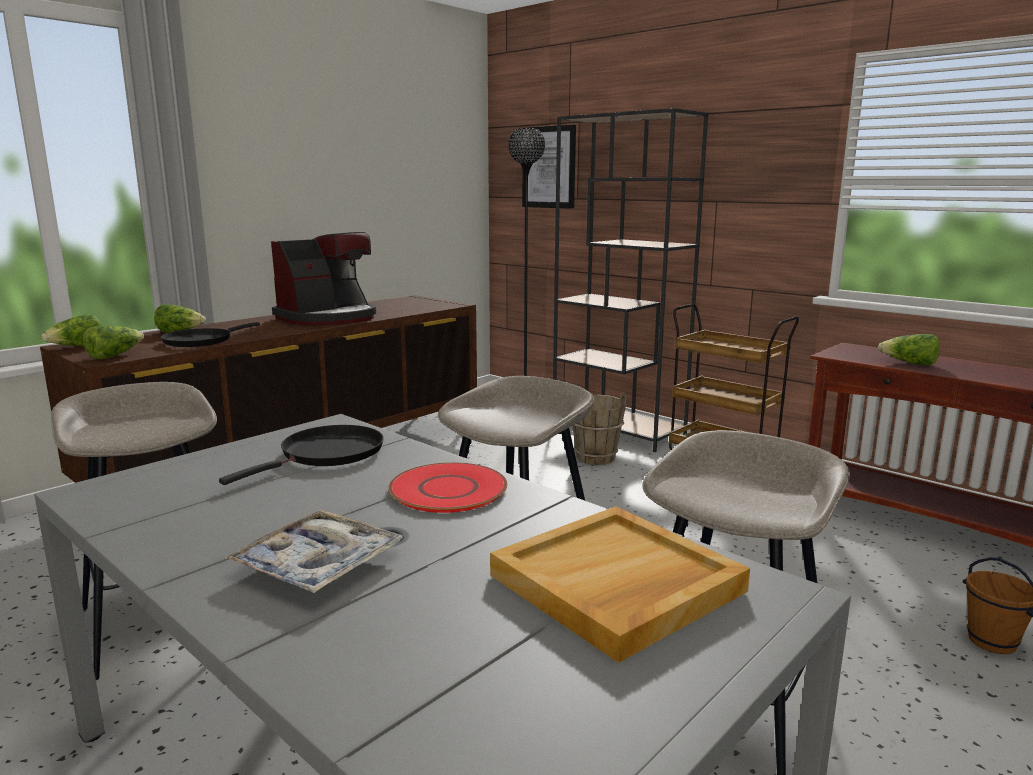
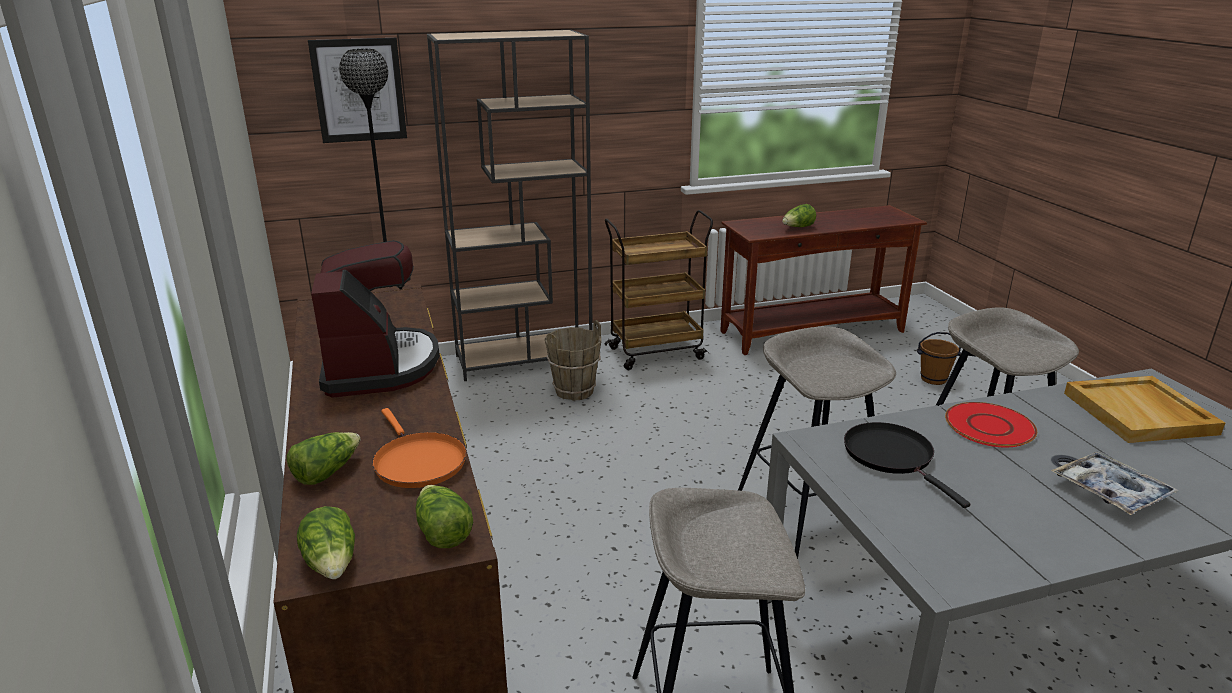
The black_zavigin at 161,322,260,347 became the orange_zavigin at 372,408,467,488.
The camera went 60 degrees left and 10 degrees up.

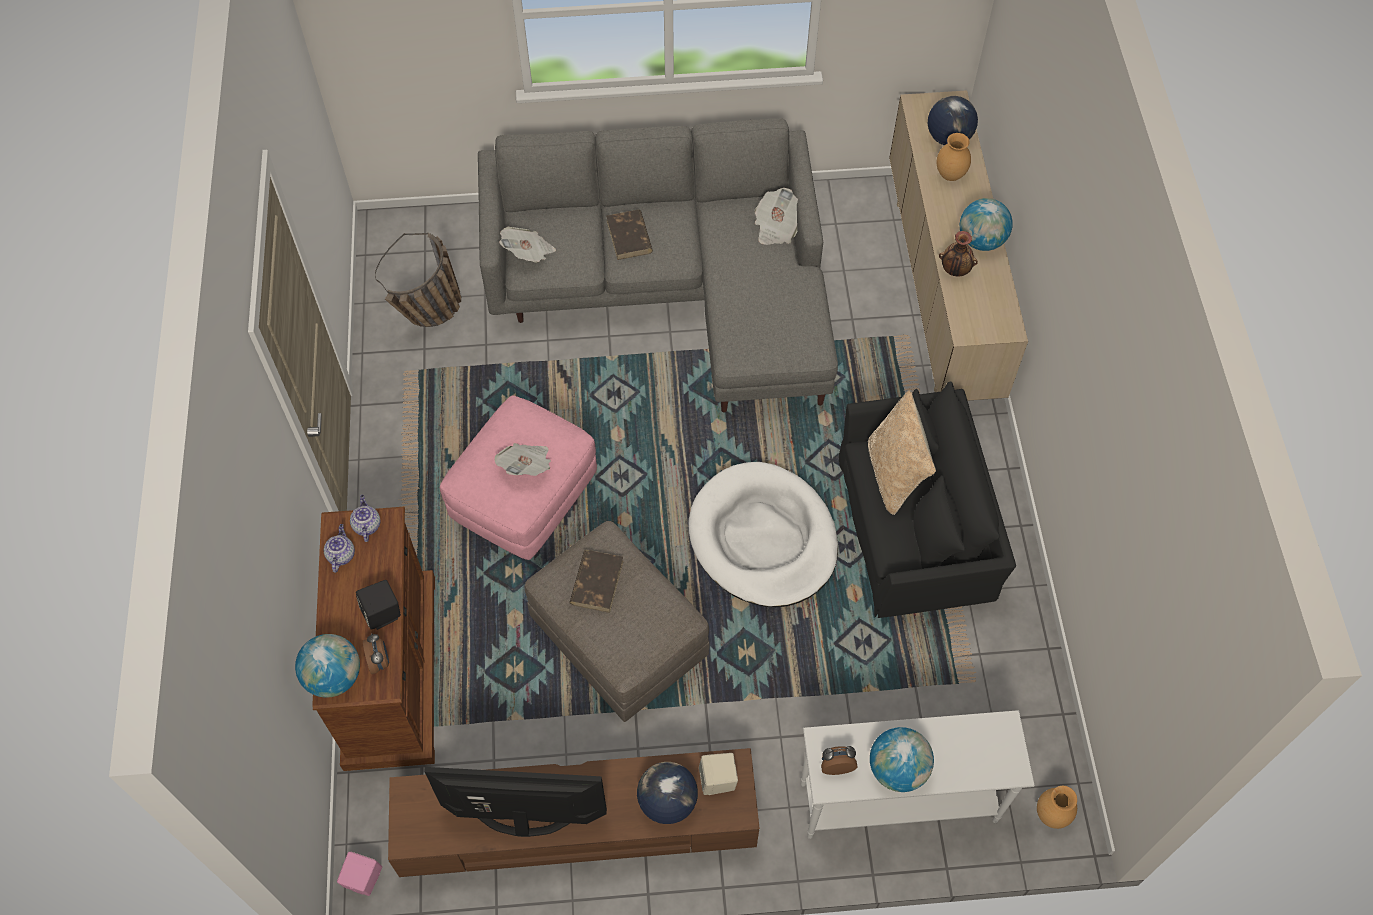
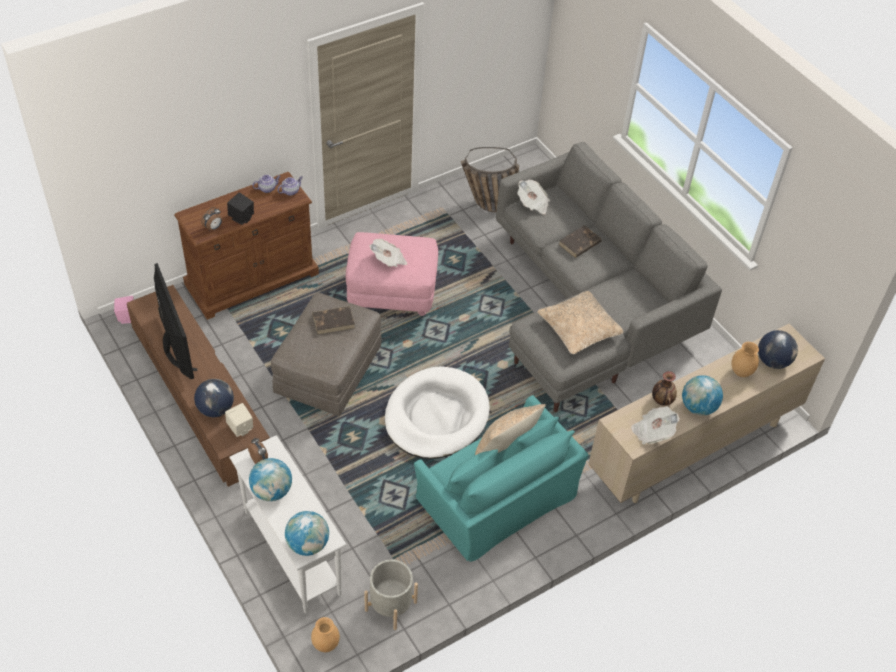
The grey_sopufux at 364,560,418,630 appeared.
The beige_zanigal at 537,291,623,354 appeared.
The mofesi moved from 295,634,360,697 to 285,511,329,556.
The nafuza moved from 755,188,798,245 to 631,407,680,445.
The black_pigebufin at 839,381,1016,618 became the turquoise_pigebufin at 414,395,589,562.
The camera went 60 degrees right and 10 degrees down.

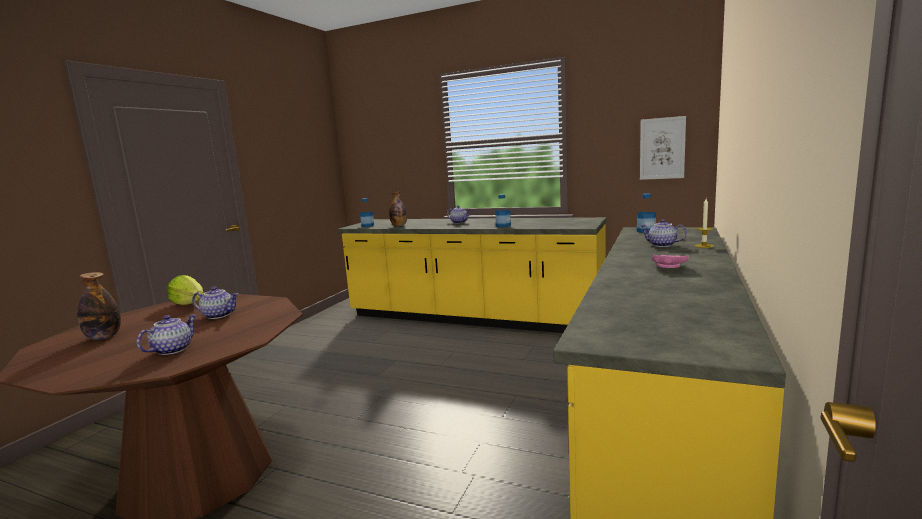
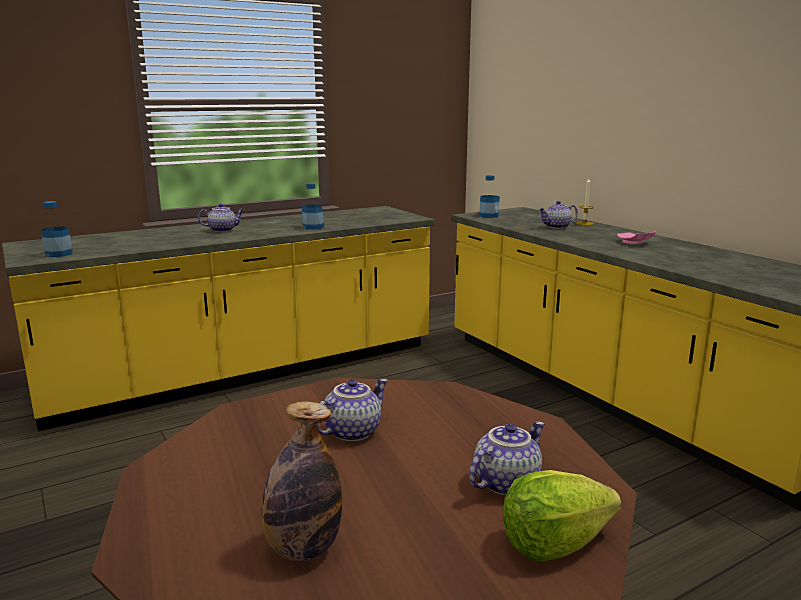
The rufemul at 389,192,407,226 disappeared.
The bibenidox at 640,116,686,180 disappeared.
The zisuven moved from 167,275,204,305 to 503,470,621,561.
The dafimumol at 137,315,197,355 turned 75 degrees clockwise.
The camera went 55 degrees left and 5 degrees up.

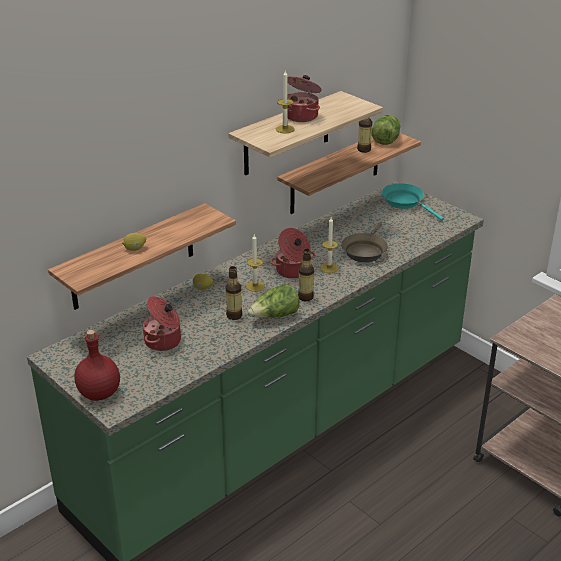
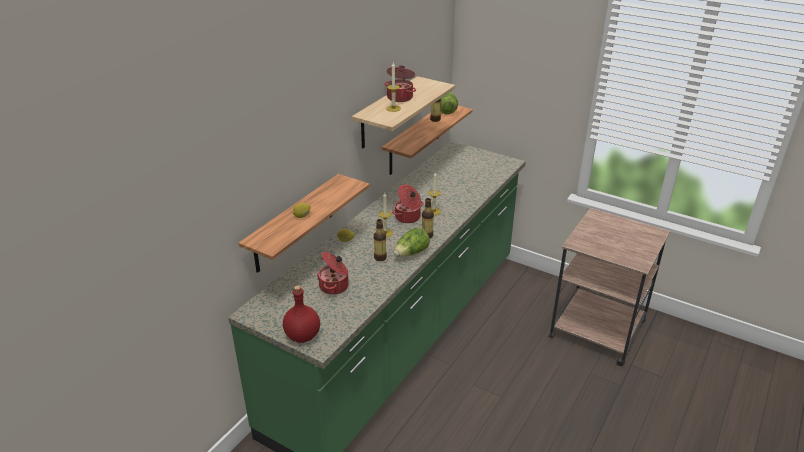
The brown_zavigin at 341,222,388,262 disappeared.
The turquoise_zavigin at 382,183,444,220 disappeared.
The camera went 15 degrees left and 0 degrees up.

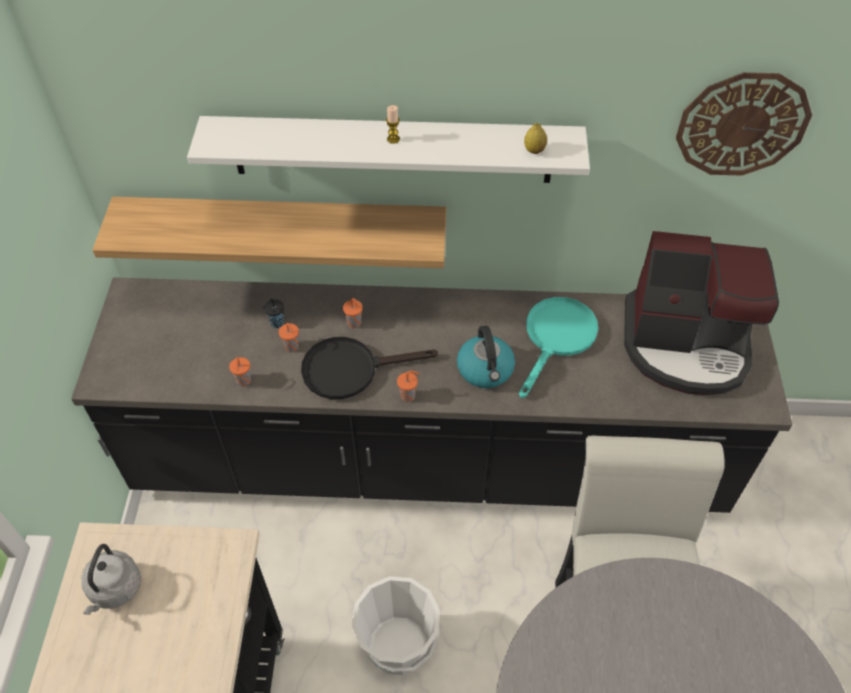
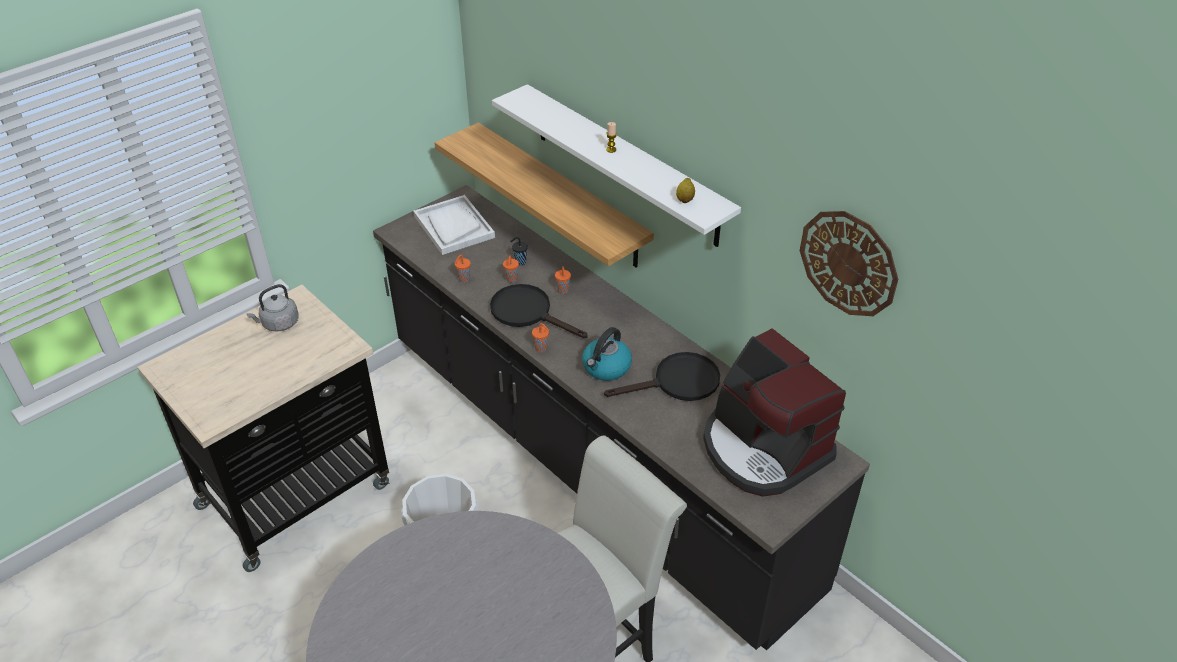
The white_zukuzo at 413,195,495,255 appeared.
The turquoise_zavigin at 519,297,598,398 became the black_zavigin at 604,352,720,401.
The camera went 45 degrees right and 10 degrees down.

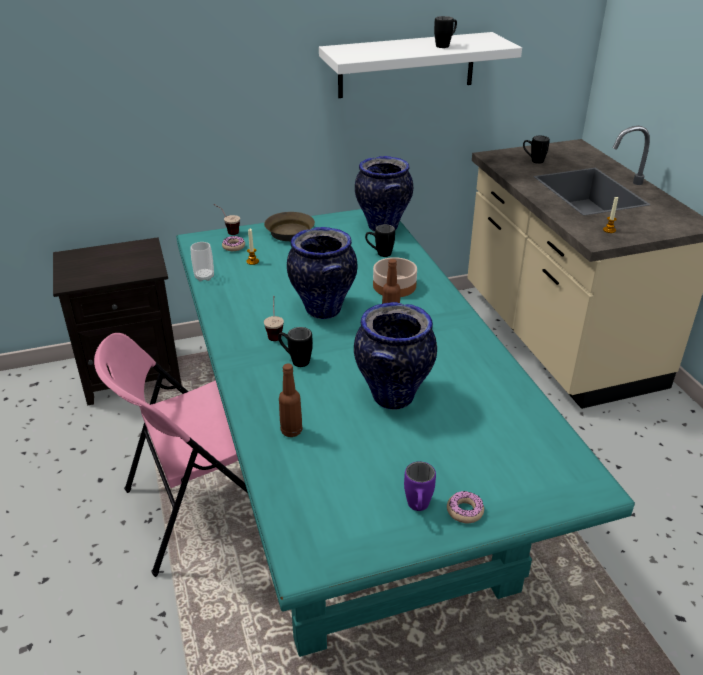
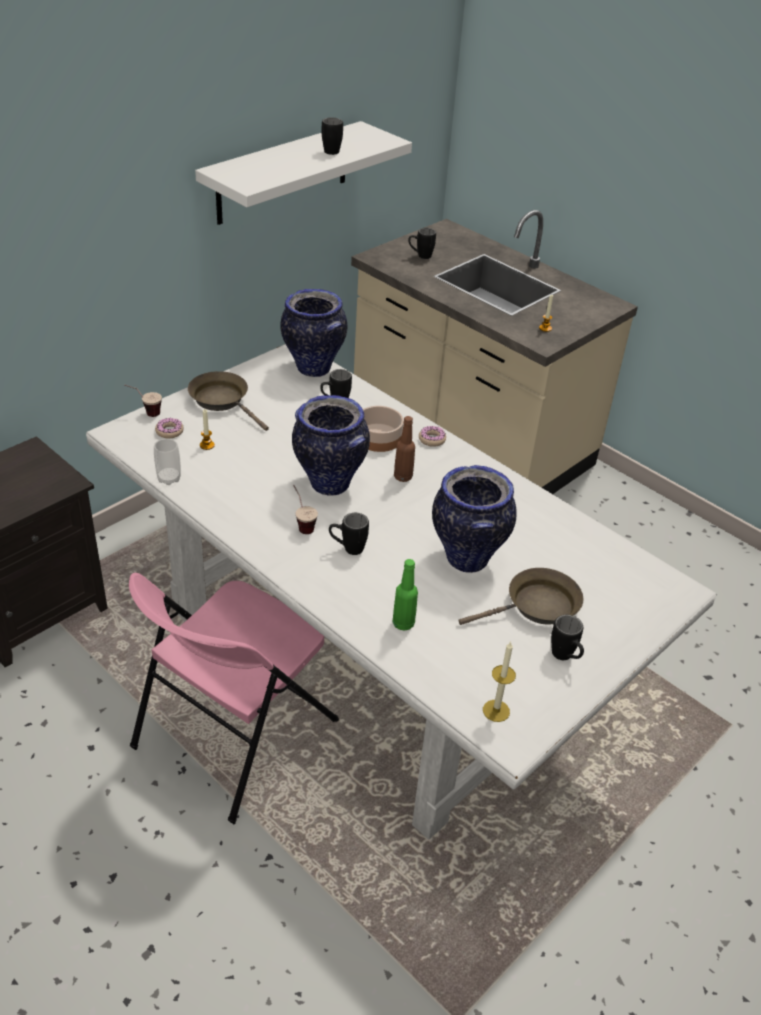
The brown_zavigin at 459,568,583,625 appeared.
The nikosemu at 483,642,516,722 appeared.
The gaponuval moved from 447,491,484,523 to 419,426,446,447.
The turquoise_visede at 176,209,635,657 became the white_visede at 86,344,717,839.
The brown_rufemul at 279,363,302,437 became the green_rufemul at 393,559,418,631.
The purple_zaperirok at 404,462,436,511 became the black_zaperirok at 551,615,584,660.
The camera went 30 degrees left and 5 degrees up.

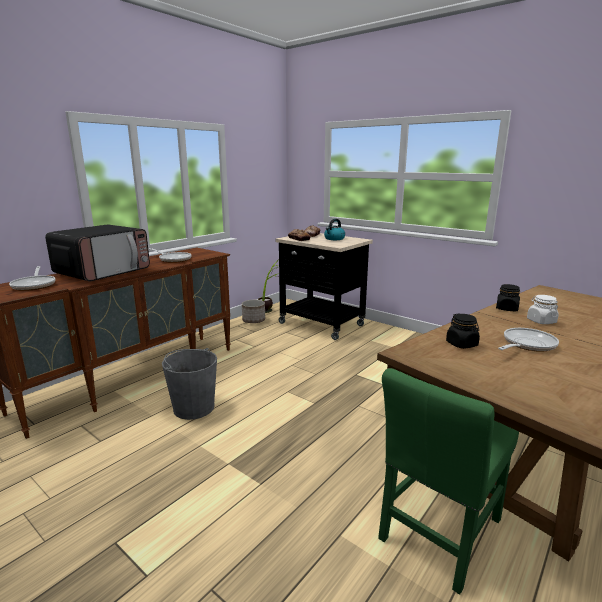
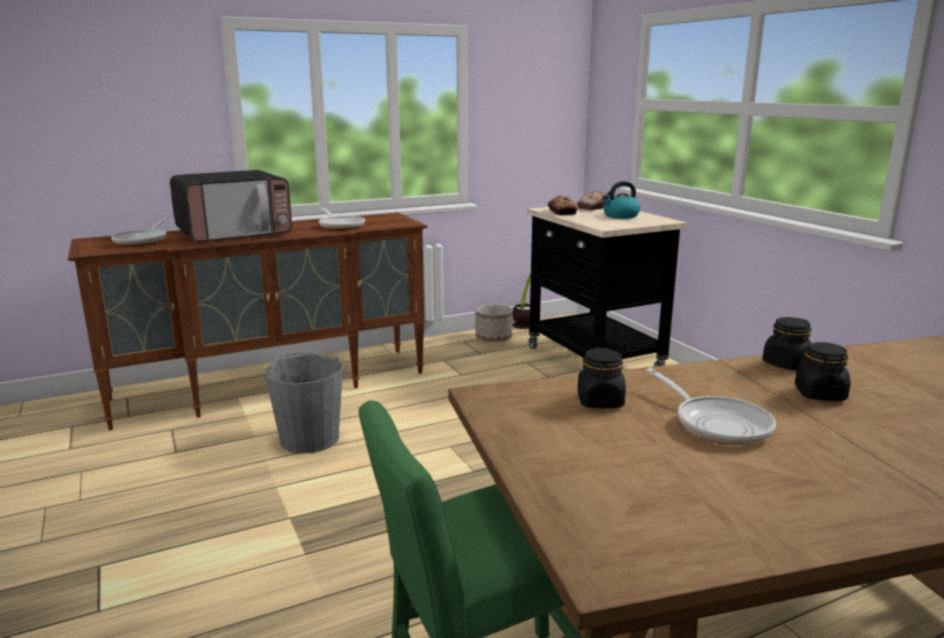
The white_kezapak at 527,295,559,324 became the black_kezapak at 795,342,851,401.
The zavigin at 498,328,559,352 turned 75 degrees clockwise.
The camera went 25 degrees right and 0 degrees up.

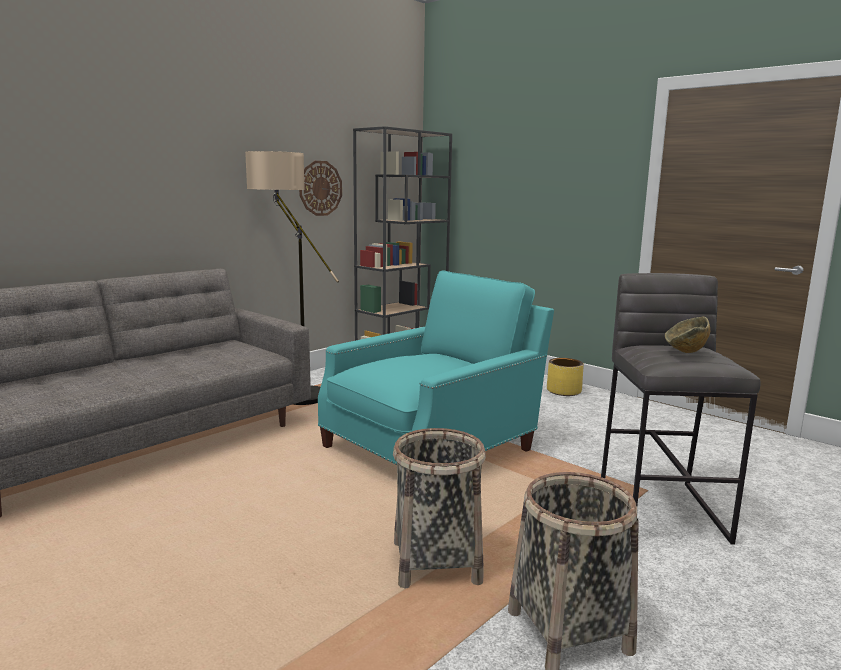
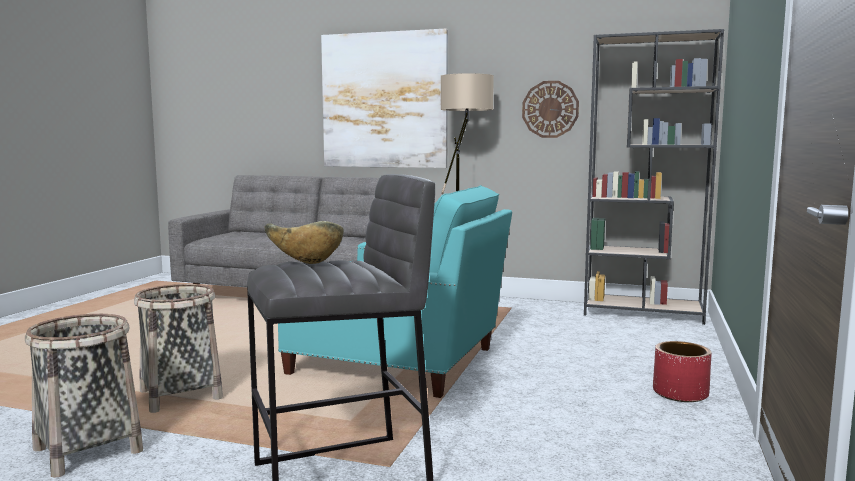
The bibenidox at 321,29,448,168 appeared.
The yellow_sopufux at 547,358,584,396 became the red_sopufux at 653,341,712,402.
The camera went 65 degrees right and 5 degrees down.

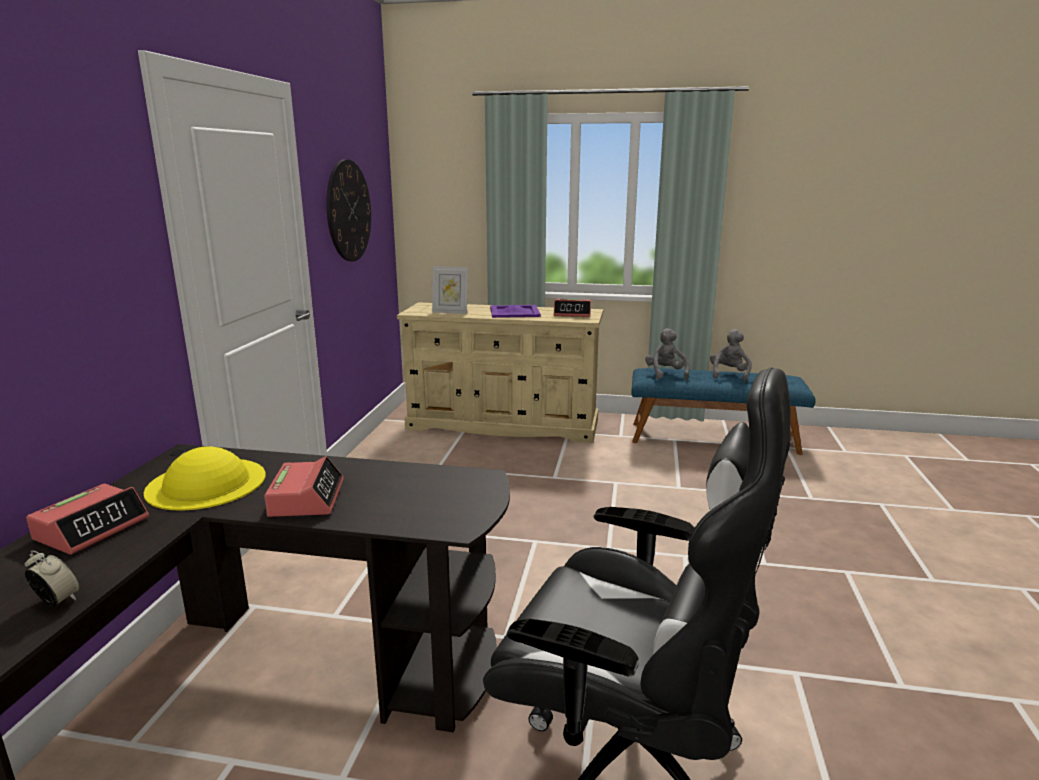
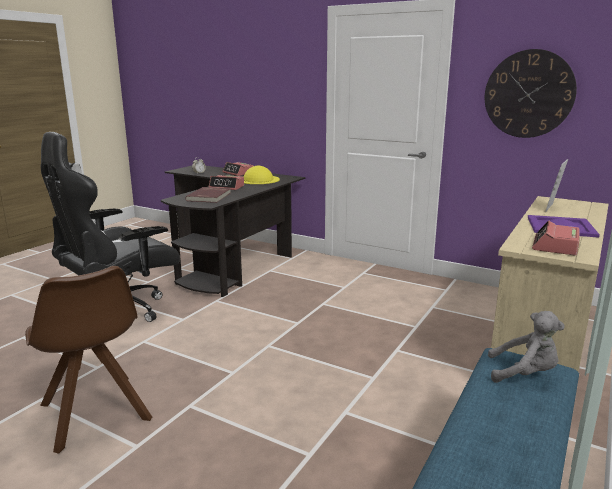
The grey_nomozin at 710,329,752,382 disappeared.
The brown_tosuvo at 25,266,152,454 appeared.
The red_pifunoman at 186,187,231,203 appeared.
The camera went 110 degrees right and 0 degrees up.

